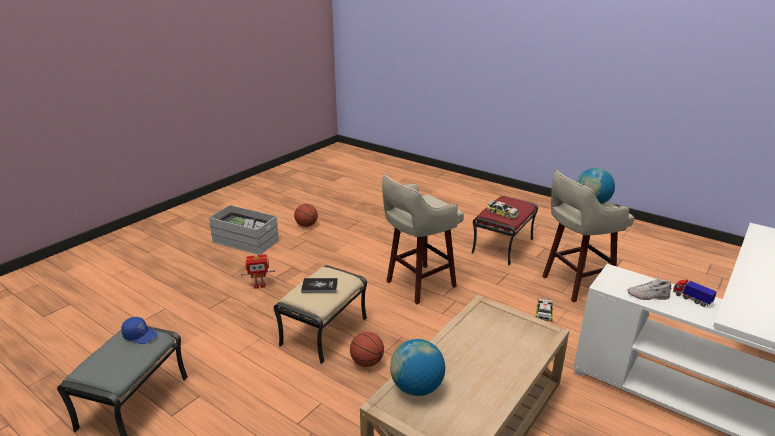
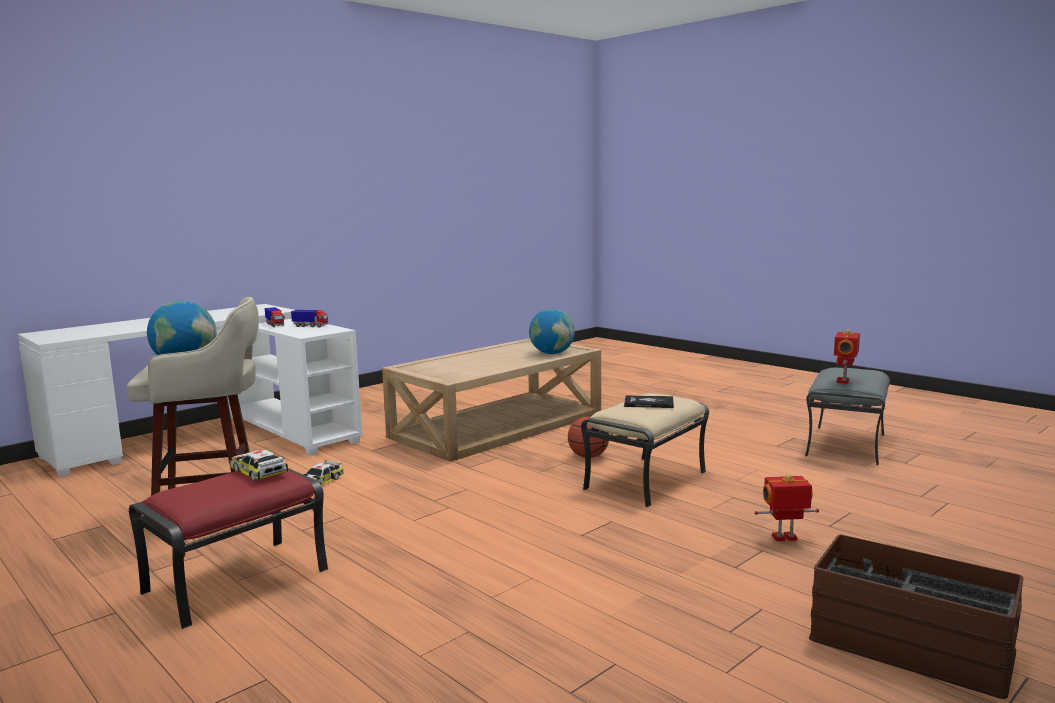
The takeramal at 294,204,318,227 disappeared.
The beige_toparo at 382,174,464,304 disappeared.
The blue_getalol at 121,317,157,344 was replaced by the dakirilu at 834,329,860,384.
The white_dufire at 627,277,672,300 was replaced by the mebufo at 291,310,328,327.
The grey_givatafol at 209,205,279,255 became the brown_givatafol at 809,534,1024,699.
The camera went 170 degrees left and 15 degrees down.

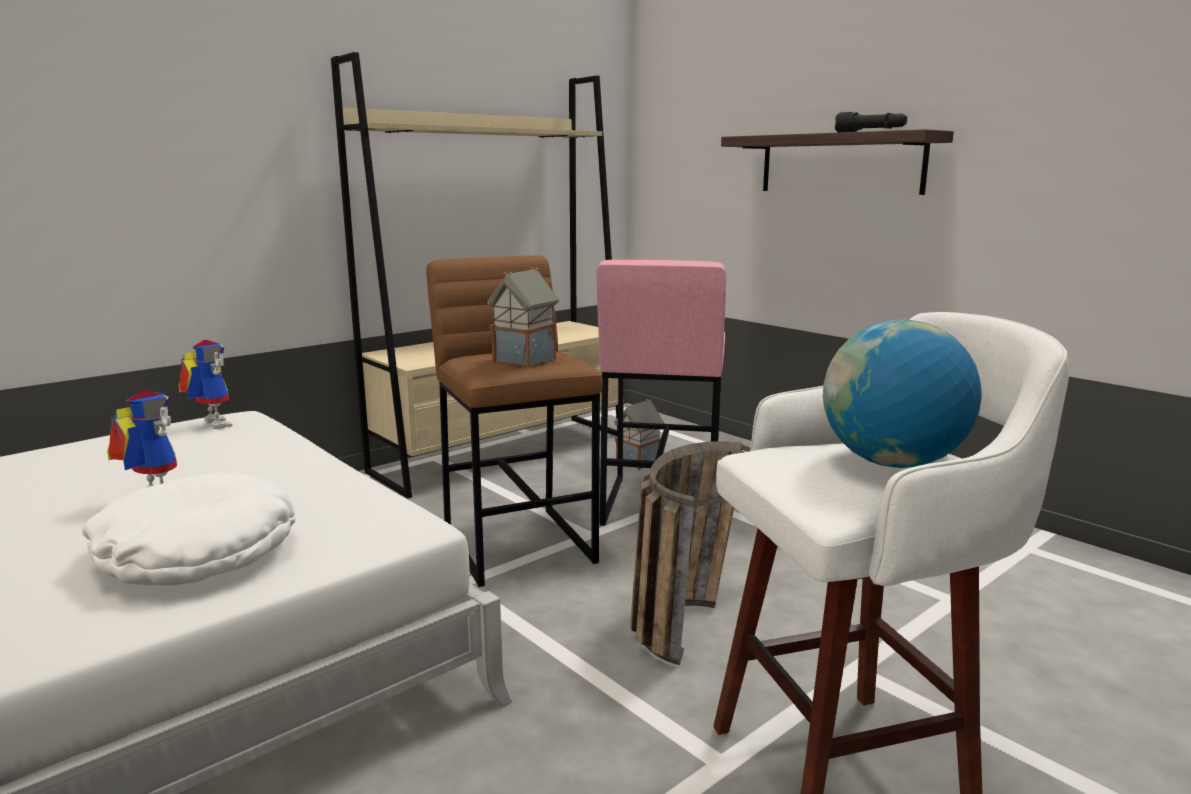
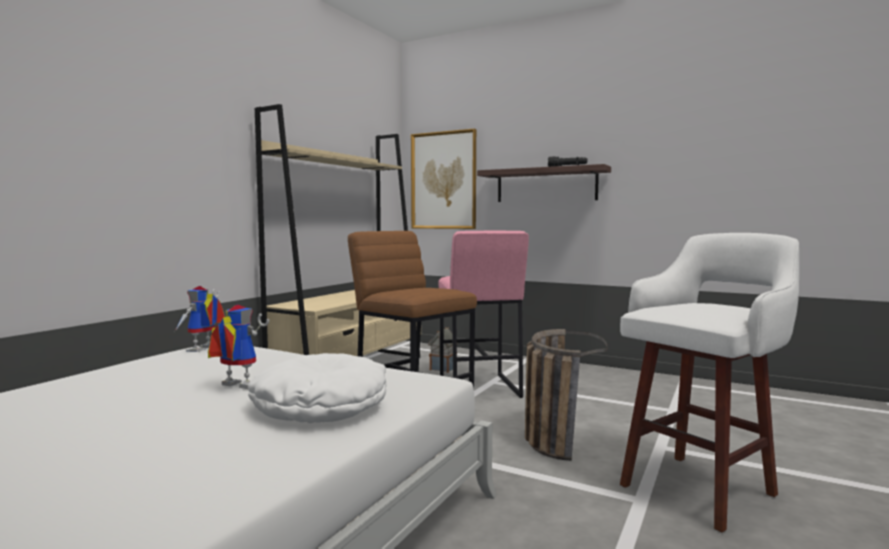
The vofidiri at 487,267,559,368 disappeared.
The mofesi at 823,319,982,468 disappeared.
The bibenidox at 411,129,476,229 appeared.
The dakirilu at 178,340,232,429 turned 105 degrees counterclockwise.
The camera went 20 degrees left and 10 degrees down.

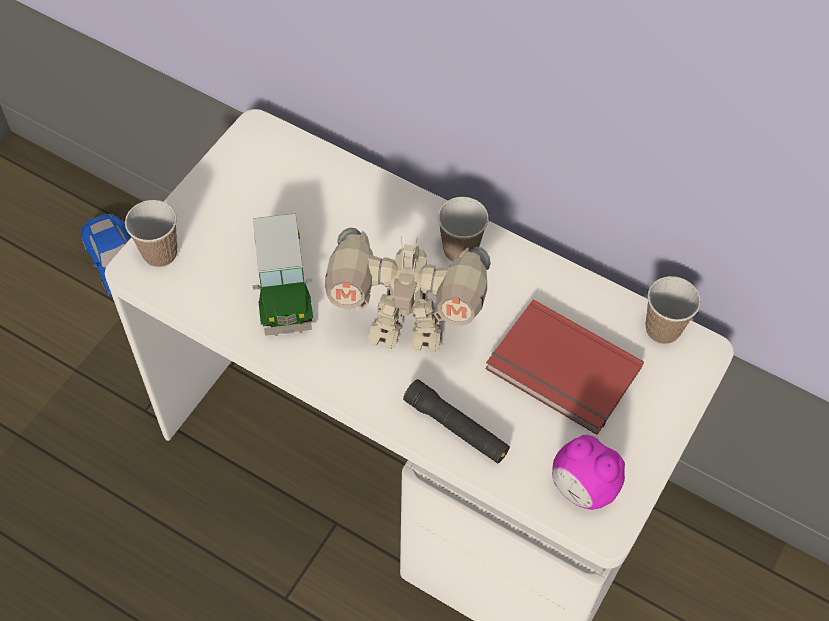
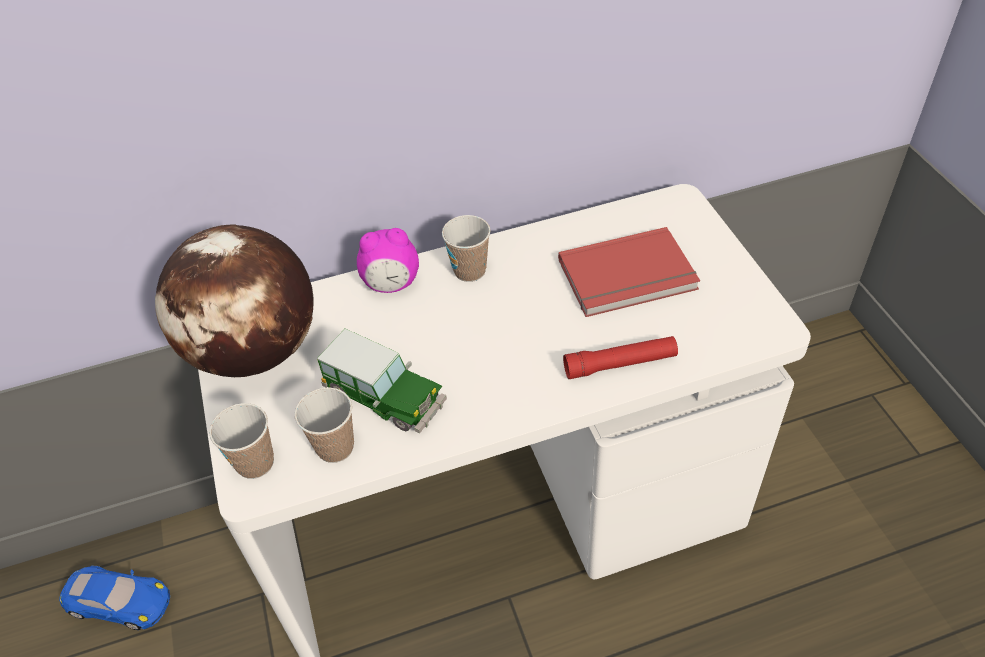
The dakirilu at 325,228,491,352 disappeared.
The mofesi at 155,225,313,377 appeared.
The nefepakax moved from 552,435,625,510 to 357,228,419,293.
The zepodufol moved from 645,276,701,344 to 295,387,354,463.
The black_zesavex at 403,379,510,464 became the red_zesavex at 563,336,678,379.
The camera went 45 degrees left and 10 degrees down.

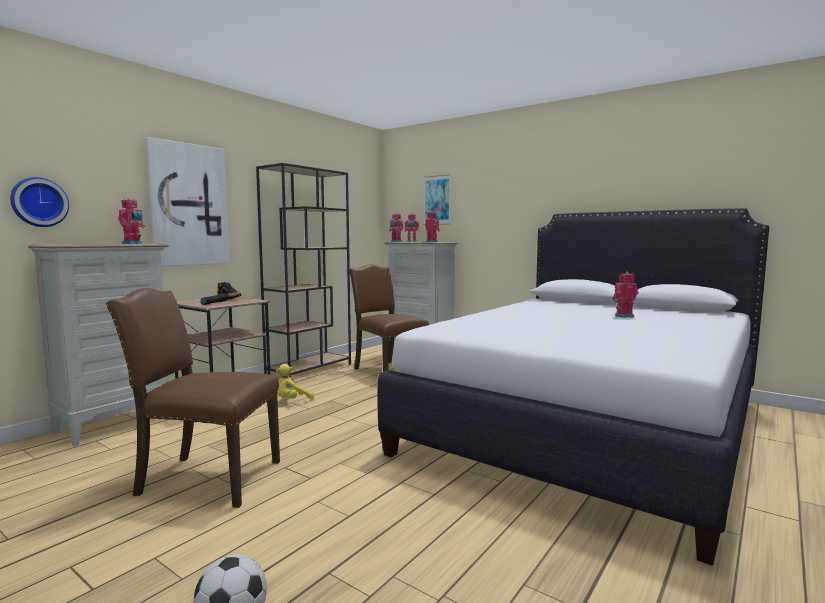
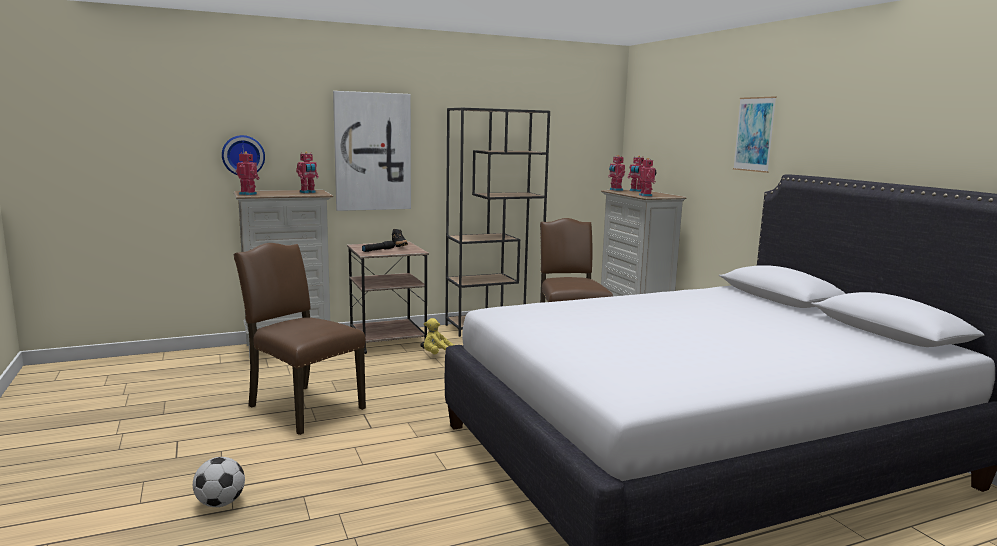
The bibenidox moved from 423,174,451,225 to 733,96,777,173.
The dakirilu moved from 612,272,638,318 to 236,152,260,195.
The camera went 30 degrees right and 5 degrees up.

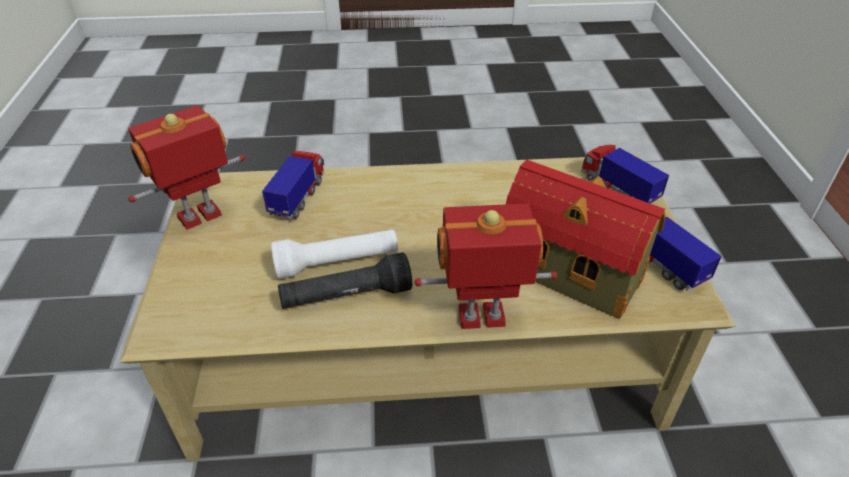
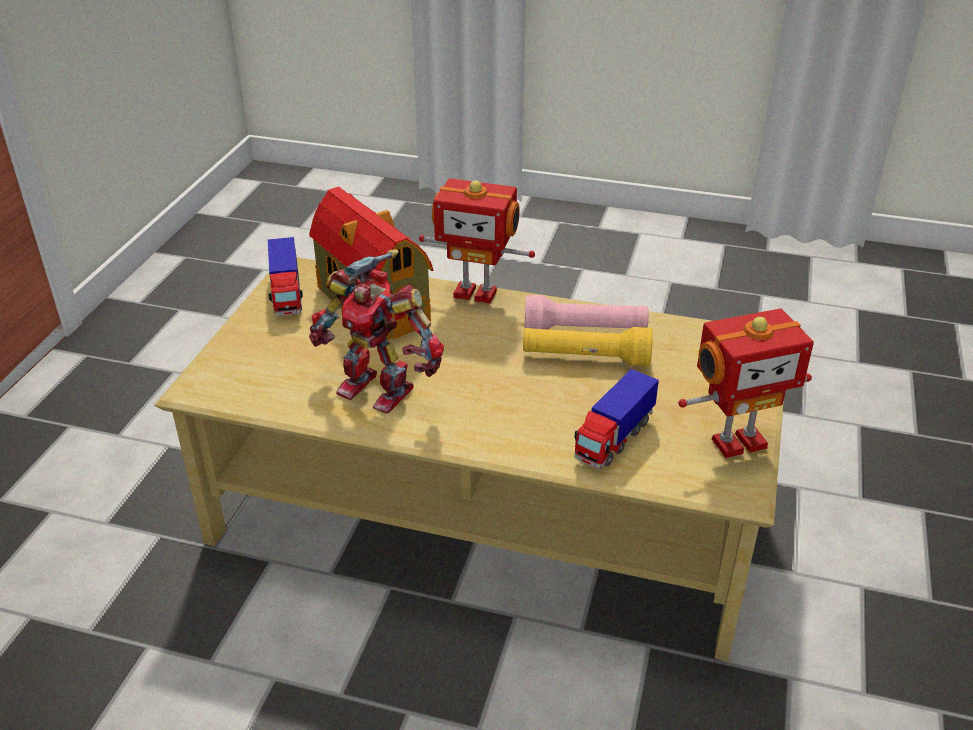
The mebufo at 581,145,669,203 disappeared.
The dakirilu at 309,249,444,413 appeared.
The white_zesavex at 271,229,398,279 became the yellow_zesavex at 523,327,653,366.
The black_zesavex at 278,252,412,309 became the pink_zesavex at 525,295,649,329.
The camera went 160 degrees left and 5 degrees down.

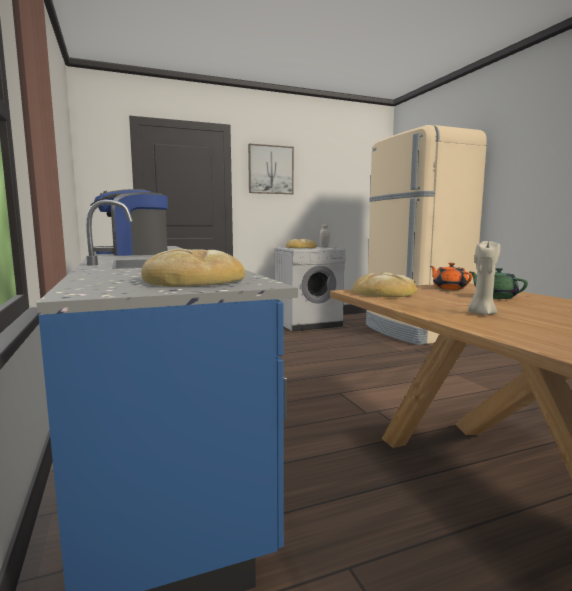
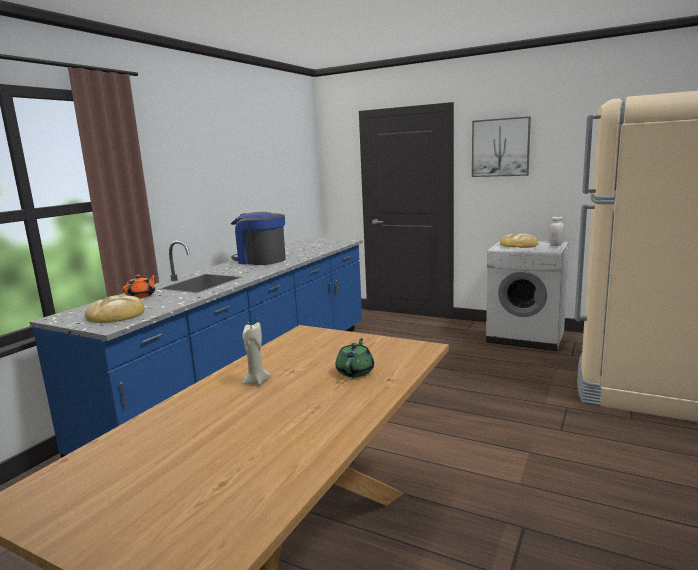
The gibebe at 353,272,417,297 disappeared.
The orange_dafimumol moved from 430,263,473,290 to 123,274,156,298.
The camera went 50 degrees right and 5 degrees up.

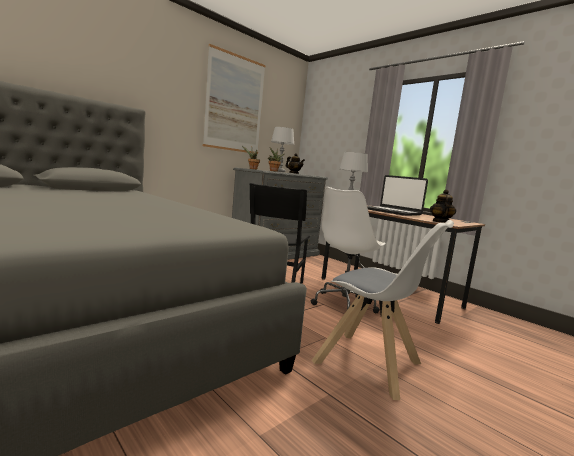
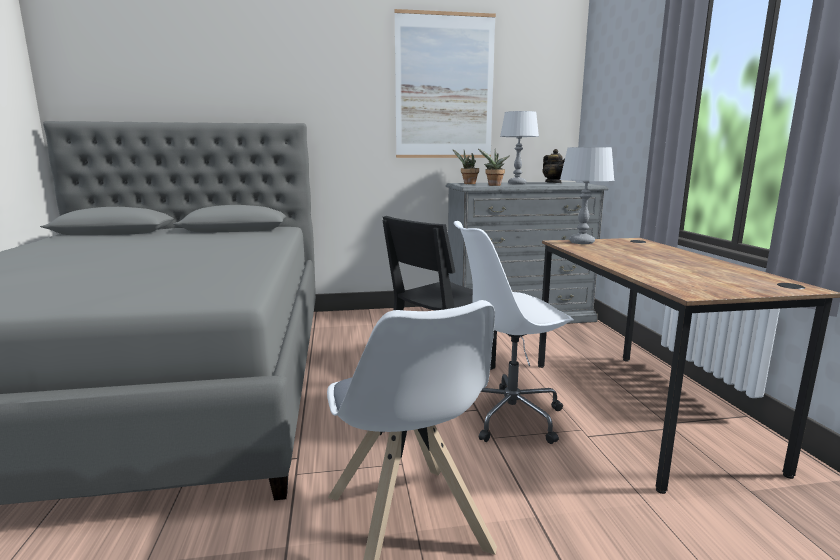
The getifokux at 367,175,428,216 disappeared.
The dafimumol at 430,189,456,223 disappeared.
The camera went 35 degrees right and 5 degrees up.

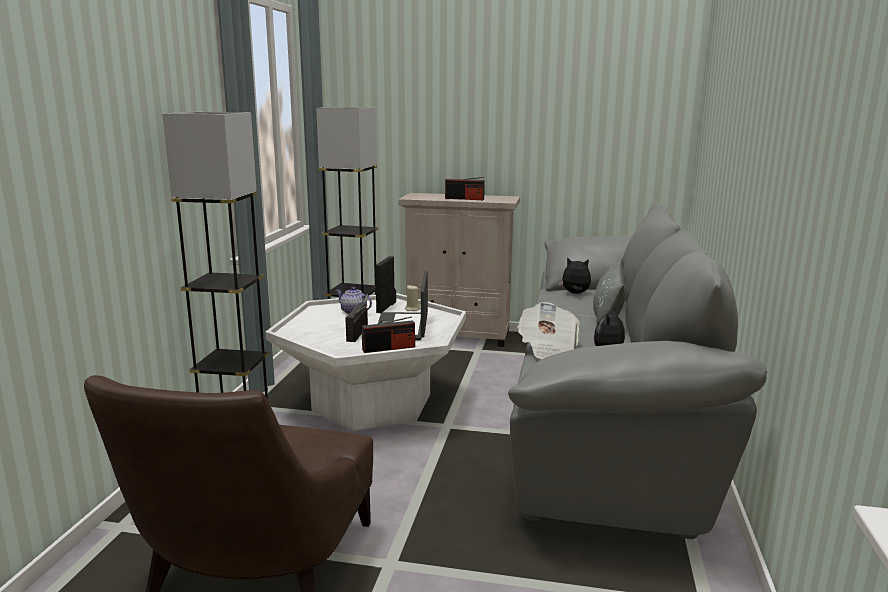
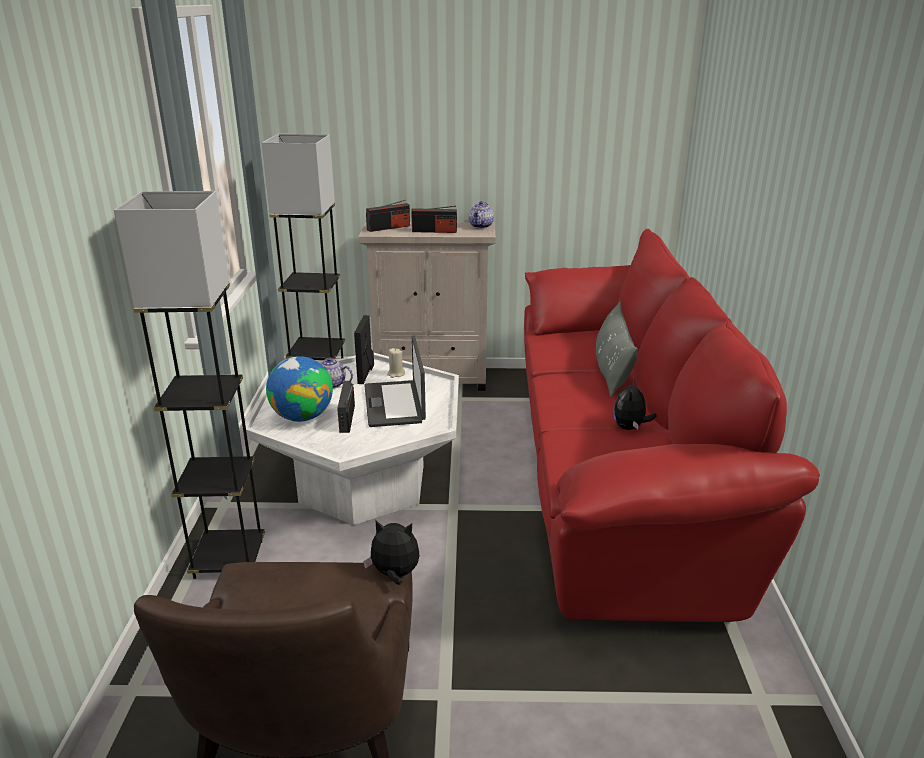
The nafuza at 517,302,580,359 disappeared.
The mofesi at 266,356,333,422 appeared.
The dafimumol at 468,201,494,229 appeared.
The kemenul moved from 362,316,415,353 to 366,200,410,232.
The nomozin moved from 559,257,591,294 to 363,520,419,585.
The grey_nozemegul at 508,202,767,539 became the red_nozemegul at 524,229,820,622.
The camera went 10 degrees left and 10 degrees up.

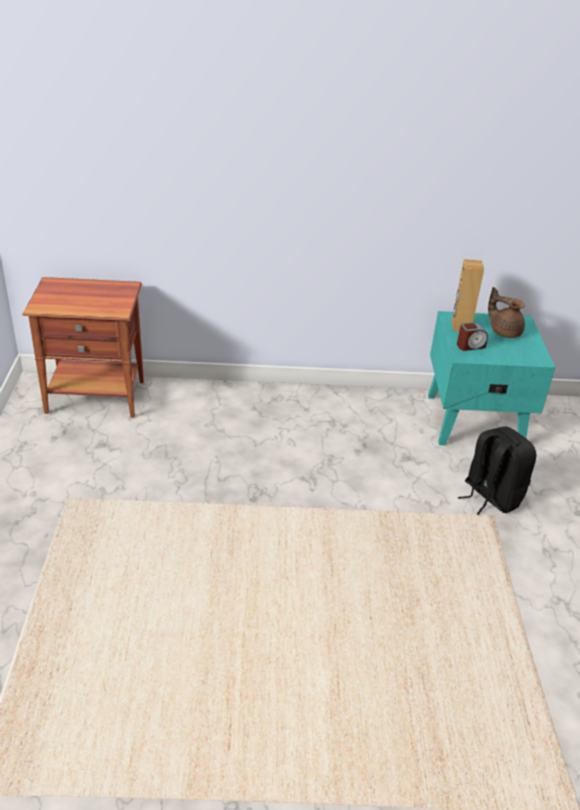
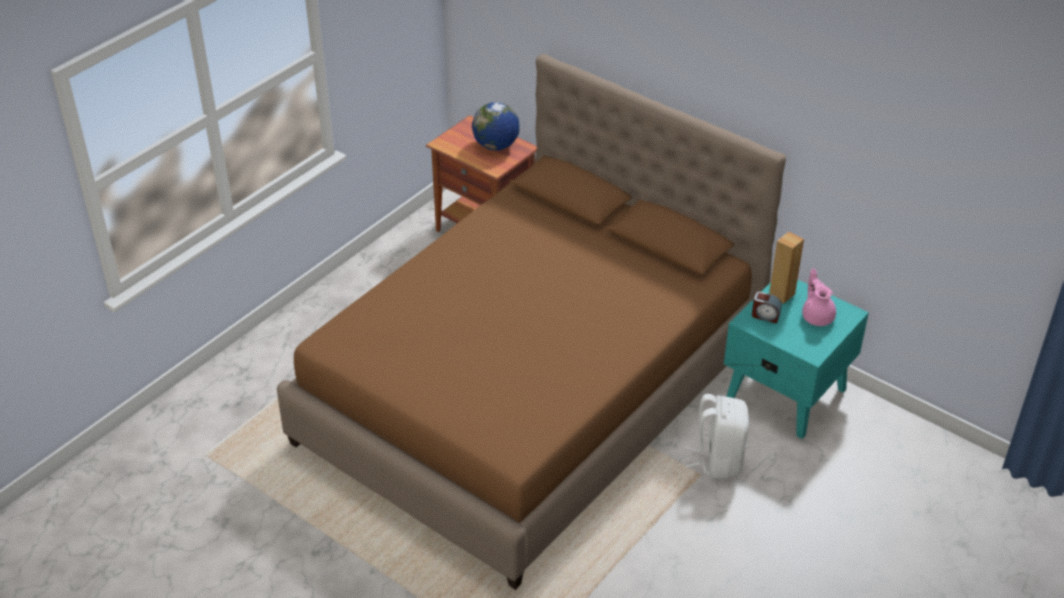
The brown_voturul at 277,54,786,590 appeared.
The mofesi at 472,102,520,151 appeared.
The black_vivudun at 458,427,536,515 became the white_vivudun at 686,394,749,479.
The brown_dafimumol at 488,287,525,338 became the pink_dafimumol at 802,268,836,326.
The camera went 40 degrees right and 5 degrees up.

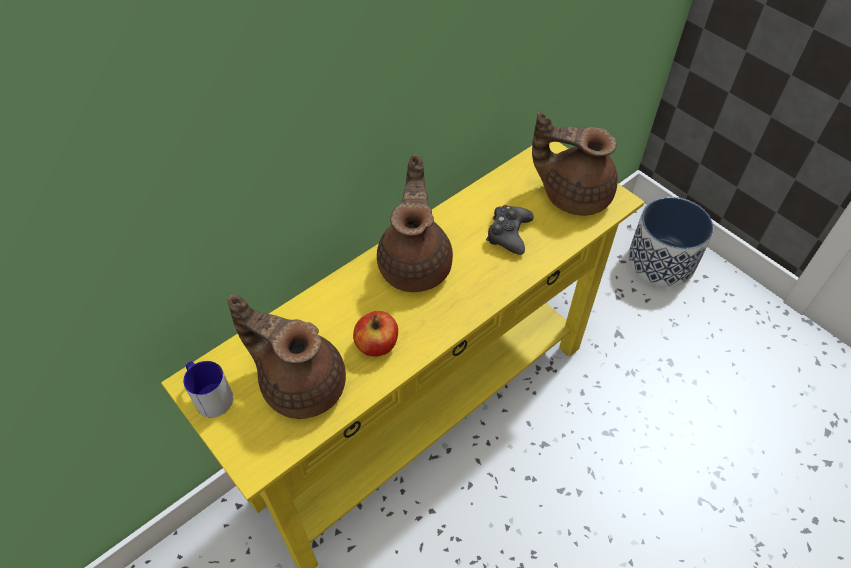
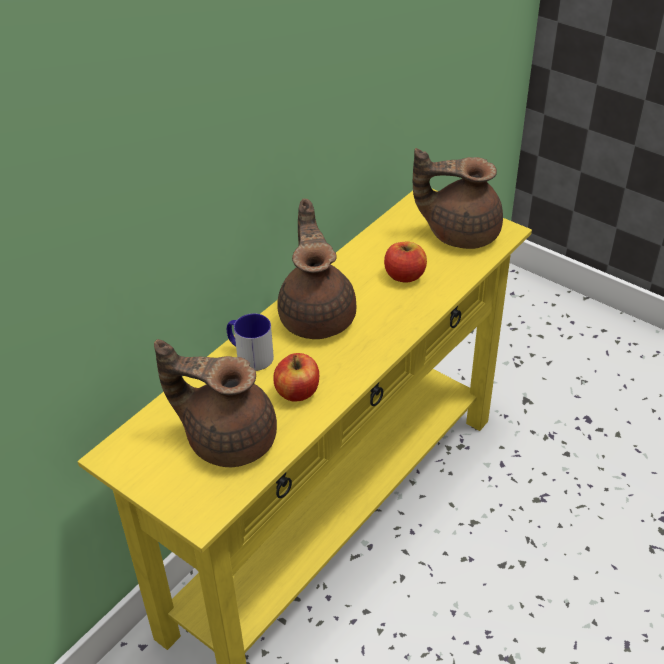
The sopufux at 628,197,714,287 disappeared.
The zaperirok moved from 183,361,233,417 to 227,314,274,371.
The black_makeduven at 486,205,534,255 was replaced by the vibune at 384,242,427,283.
The camera went 10 degrees left and 10 degrees down.

